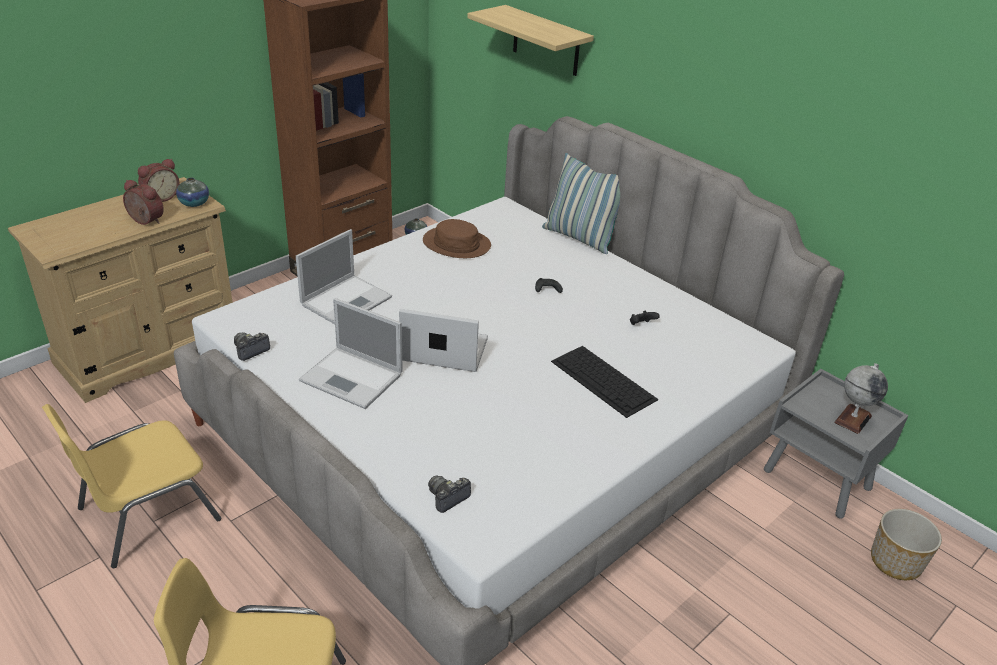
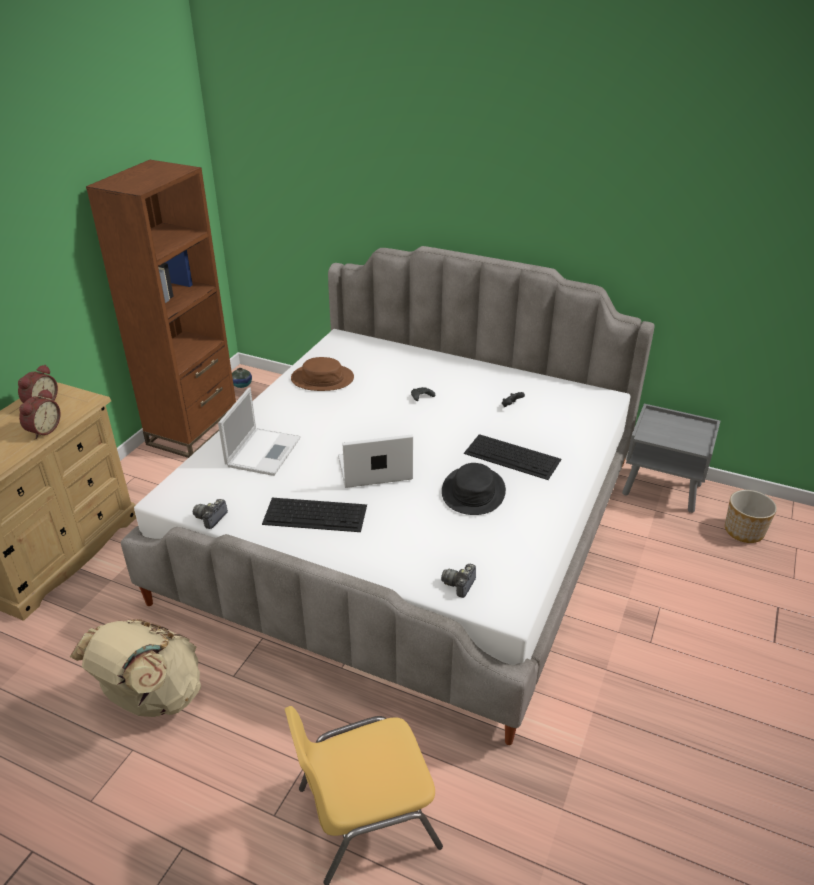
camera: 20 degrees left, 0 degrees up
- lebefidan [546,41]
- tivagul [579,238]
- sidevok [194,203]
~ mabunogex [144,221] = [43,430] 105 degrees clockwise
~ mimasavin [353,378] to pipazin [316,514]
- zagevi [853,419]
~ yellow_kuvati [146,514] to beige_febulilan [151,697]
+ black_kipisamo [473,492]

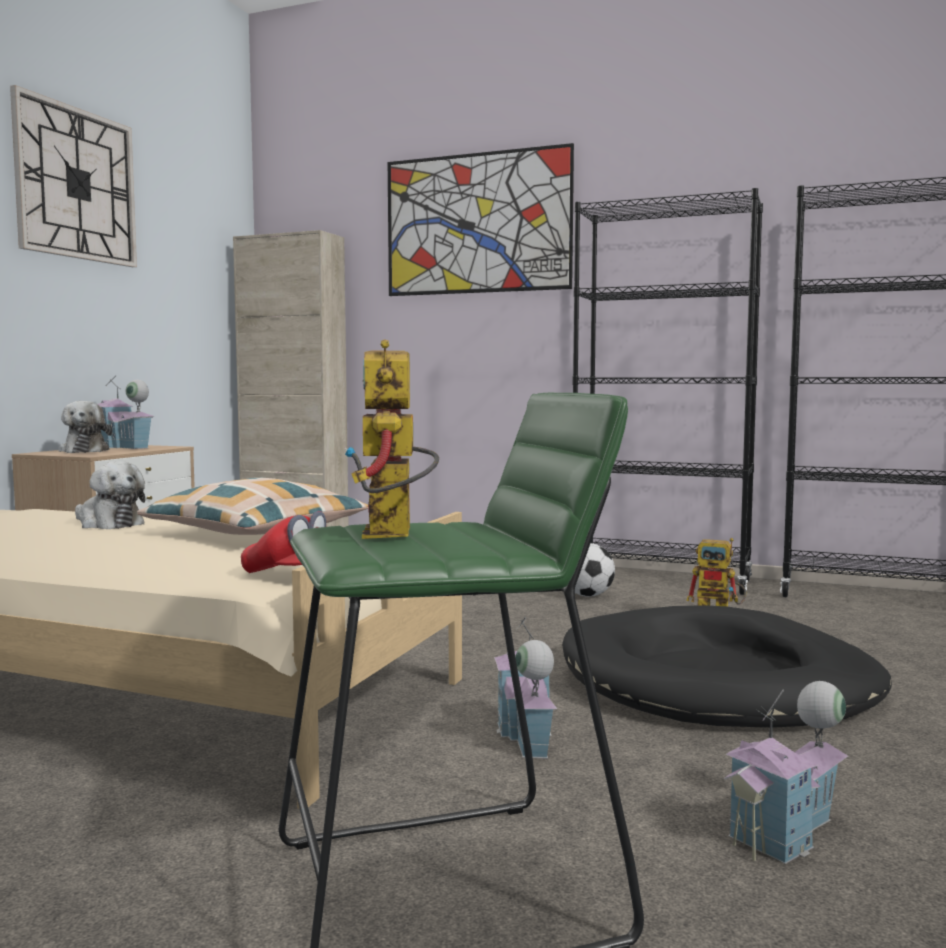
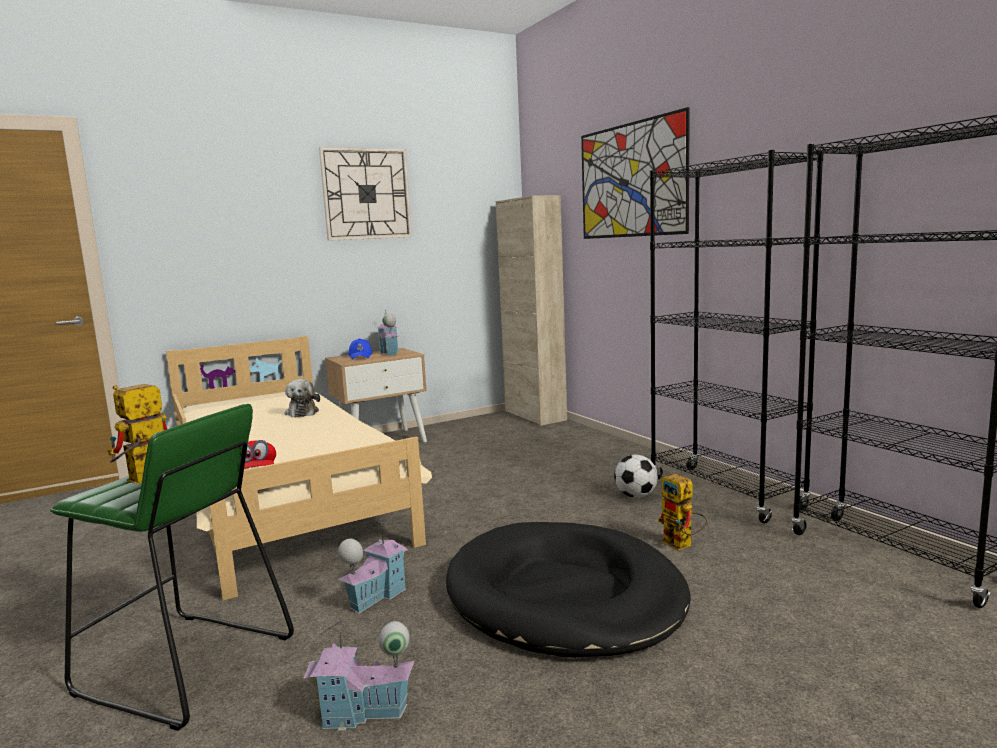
camera: 40 degrees right, 5 degrees up
~ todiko [85,451] to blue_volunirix [361,356]
- tivagul [256,532]

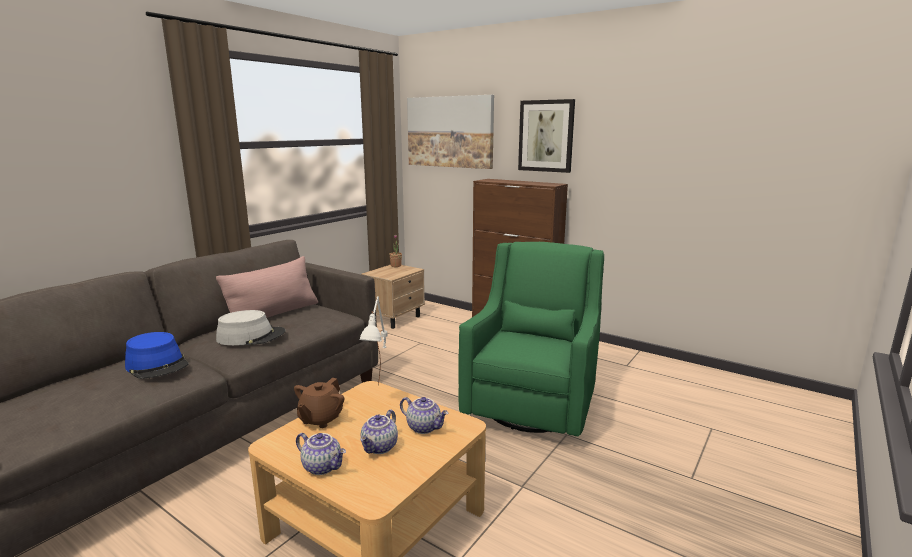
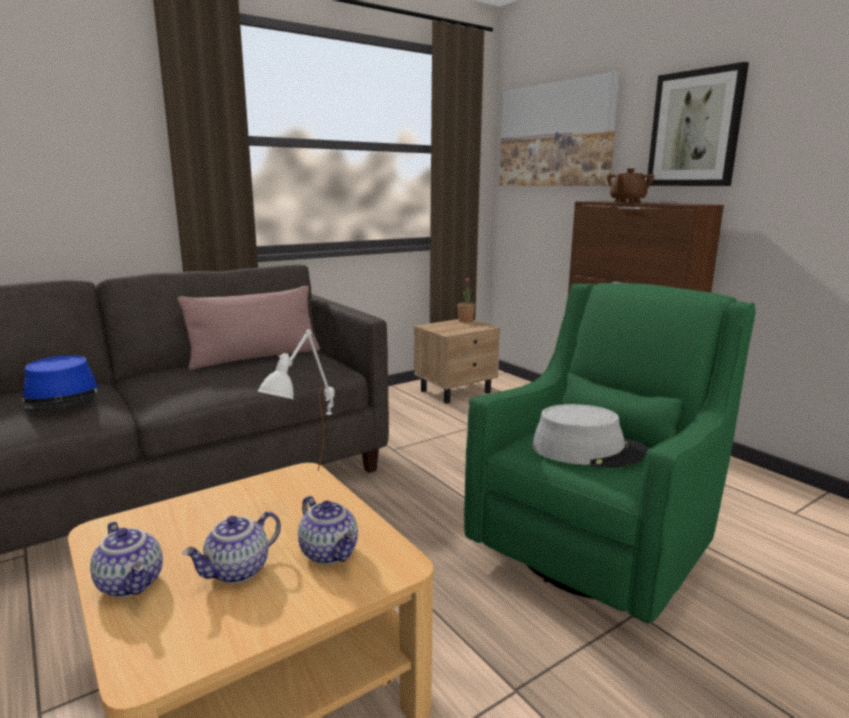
camera: 20 degrees right, 0 degrees up
~ grey_kipisamo [251,336] to [588,450]
~ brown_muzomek [320,419] to [627,202]

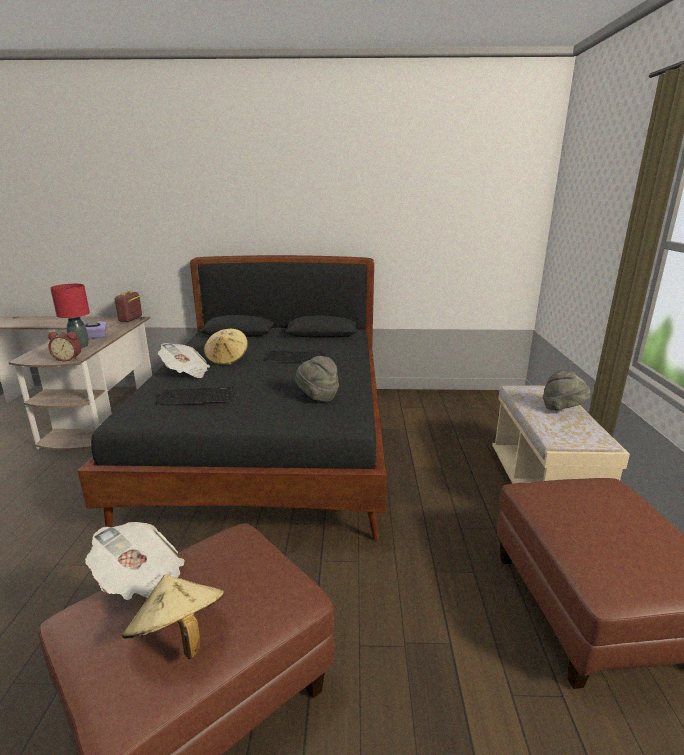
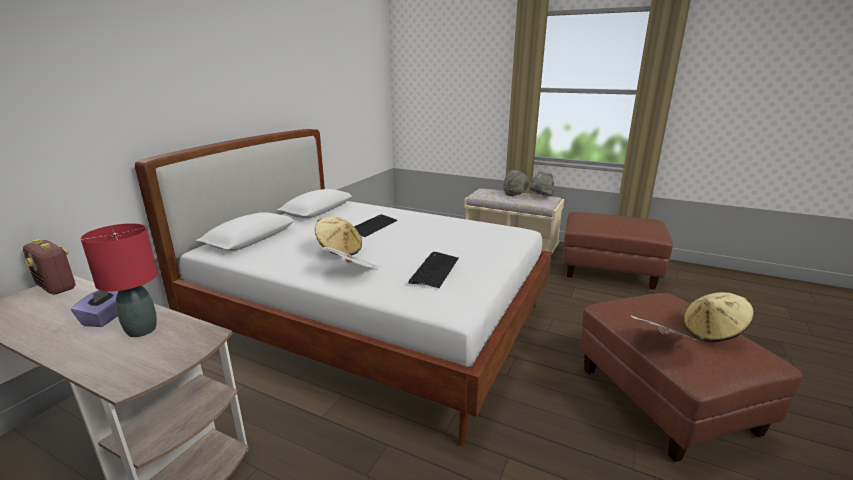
camera: 65 degrees left, 0 degrees up
~ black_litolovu [271,446] to white_litolovu [373,322]
- mabunogex [68,359]
~ grey_kipisamo [317,397] to [540,197]

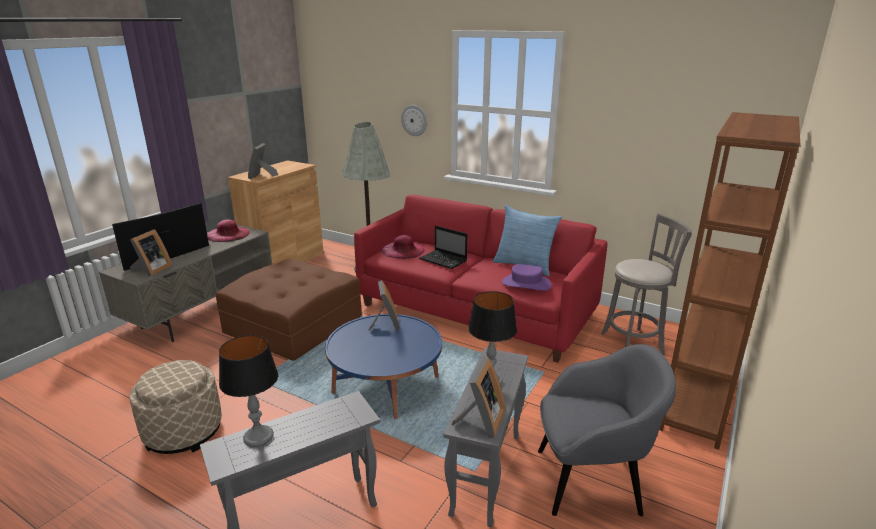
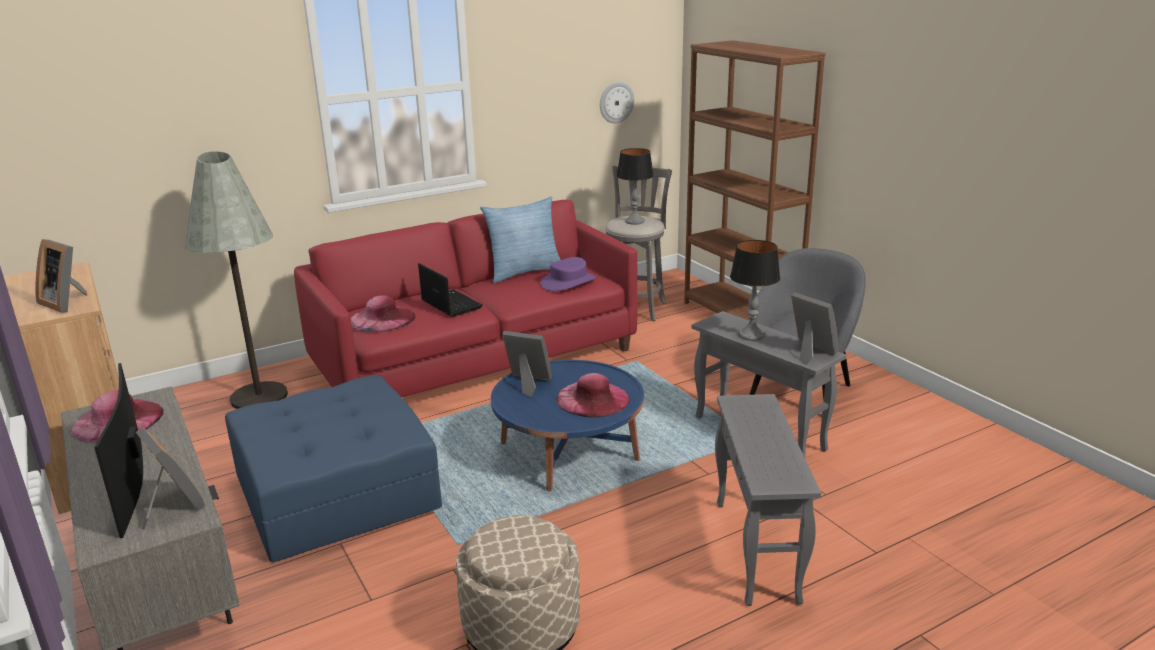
camera: 60 degrees left, 0 degrees up
~ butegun [414,120] to [616,102]
~ mimasavin [444,260] = [450,304] 105 degrees counterclockwise
~ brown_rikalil [294,324] to blue_rikalil [337,490]
~ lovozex [259,437] to [635,221]
+ pink_kipisamo [592,399]

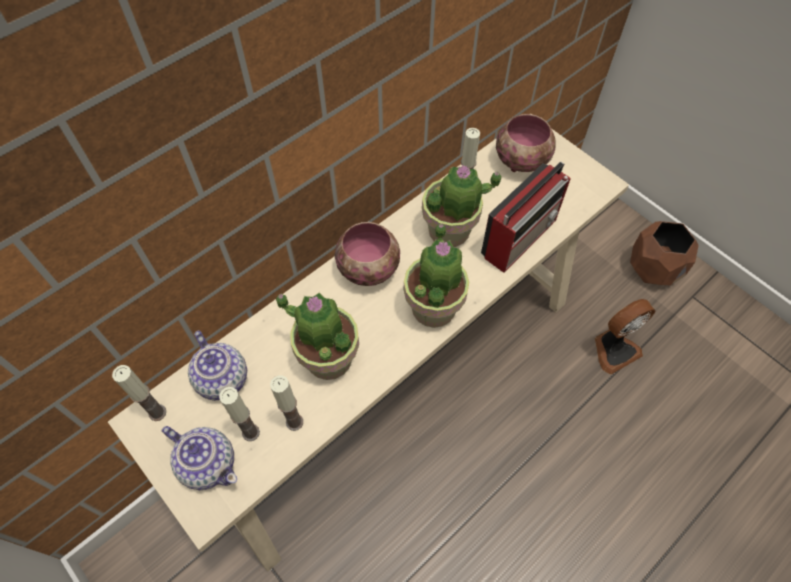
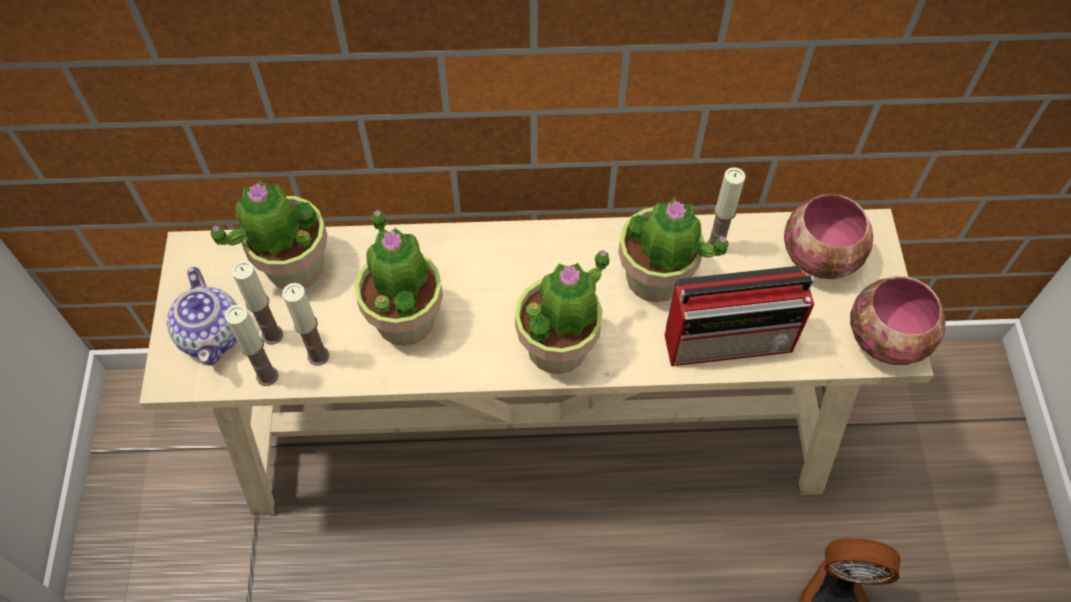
camera: 40 degrees right, 0 degrees up
- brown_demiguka [654,269]
~ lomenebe [369,268] to [888,338]
~ muzomek [223,379] to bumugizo [294,266]
~ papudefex [157,412] to [267,376]

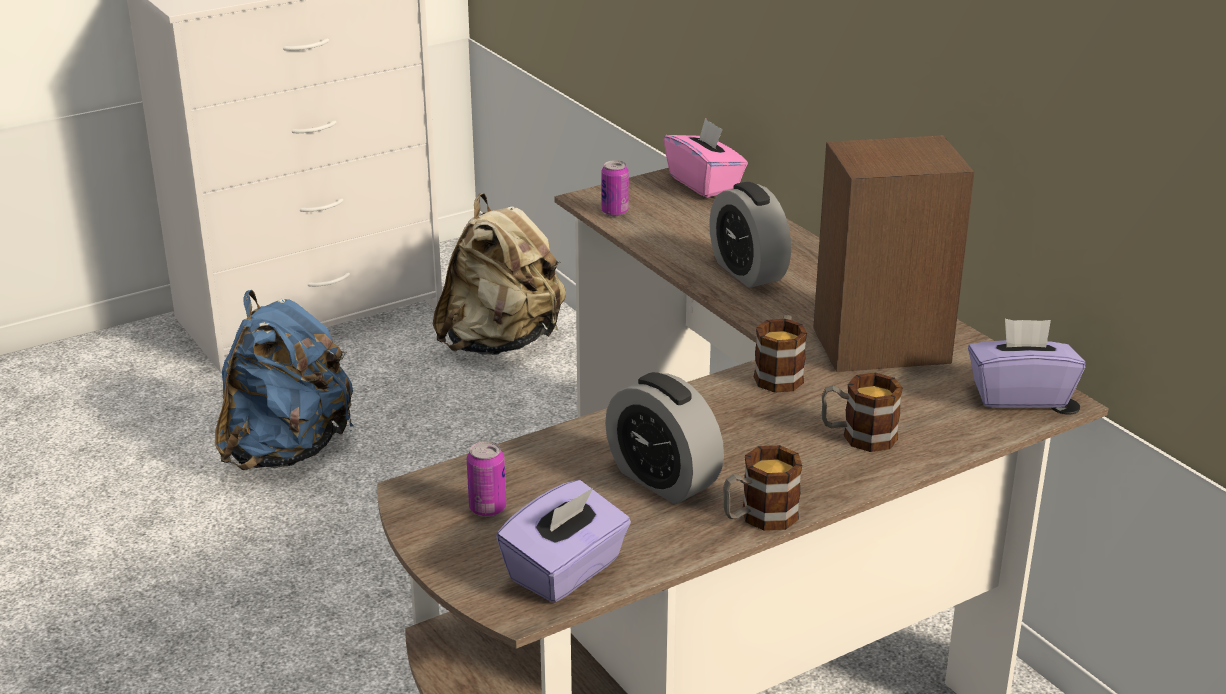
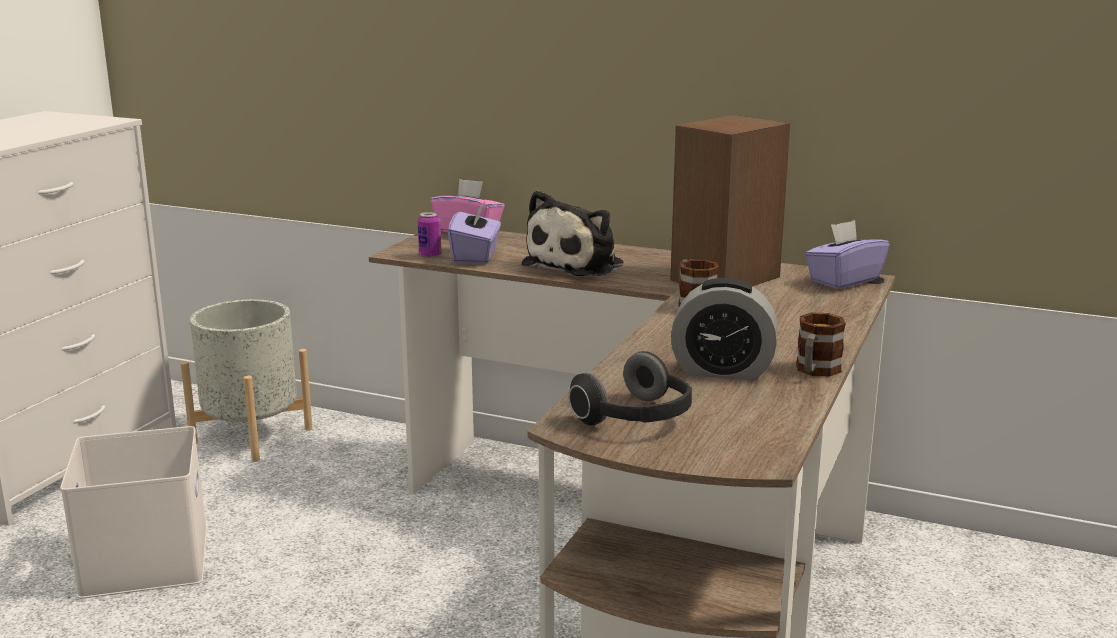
camera: 35 degrees left, 10 degrees down
~ mabunogex [747,271] to todiko [578,264]
~ beige_febulilan [501,343] to grey_demiguka [252,436]
~ blue_febulilan [287,450] to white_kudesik [142,559]
- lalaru [858,436]
~ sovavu [487,508] to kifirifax [637,419]
~ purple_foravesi [566,571] to [476,256]

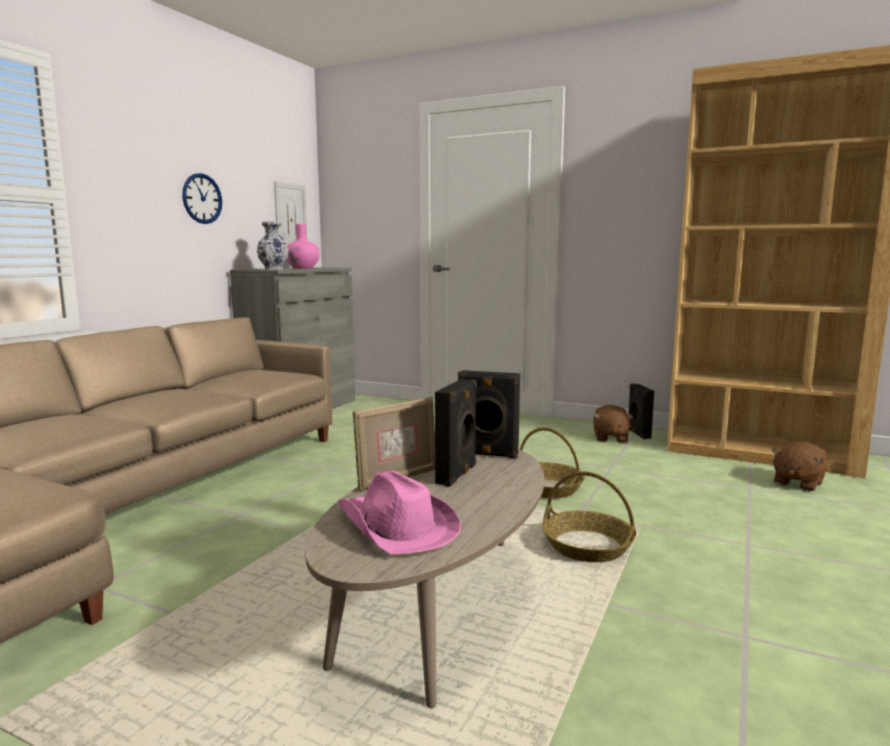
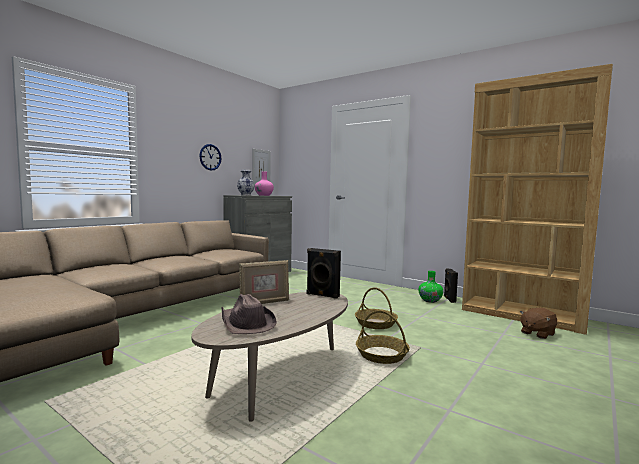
camera: 10 degrees right, 5 degrees down
- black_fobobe [458,475]
~ brown_todiko [610,438] to green_sidevok [430,300]
~ pink_kipisamo [395,526] to brown_kipisamo [246,323]

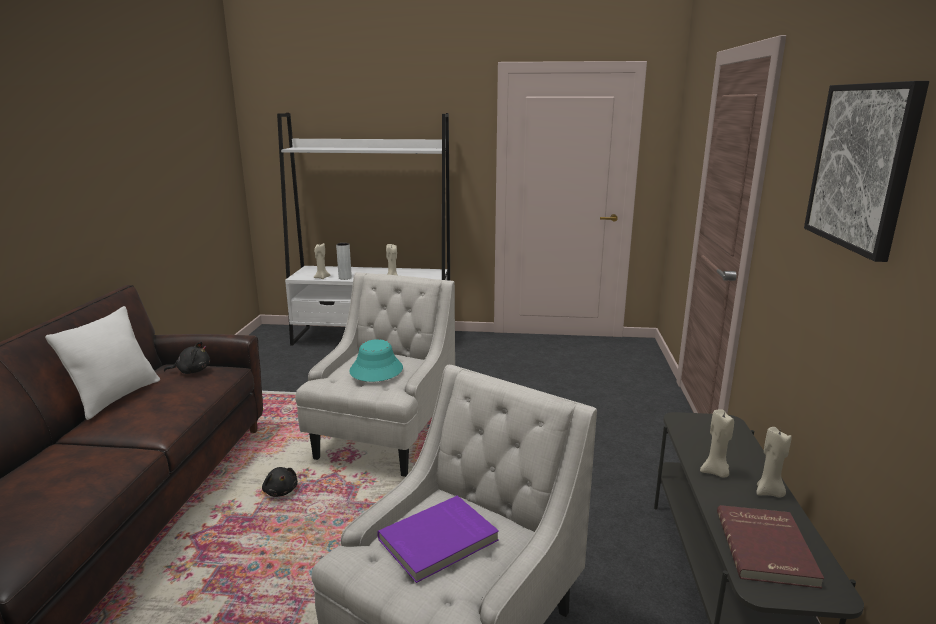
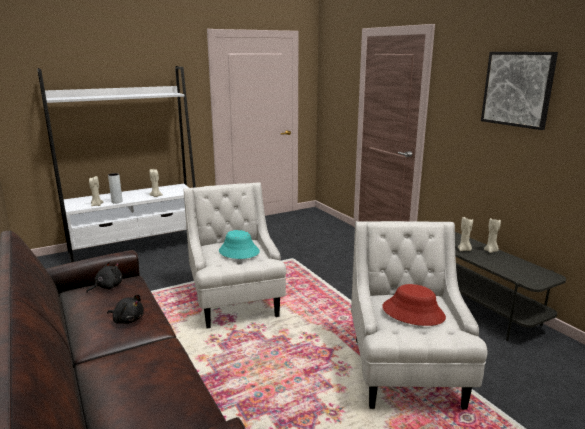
camera: 35 degrees left, 0 degrees up
- white_tivagul [116,397]
~ black_todiko [281,491] to [127,320]
~ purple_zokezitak [439,541] to red_kipisamo [413,312]
- red_zokezitak [767,548]

